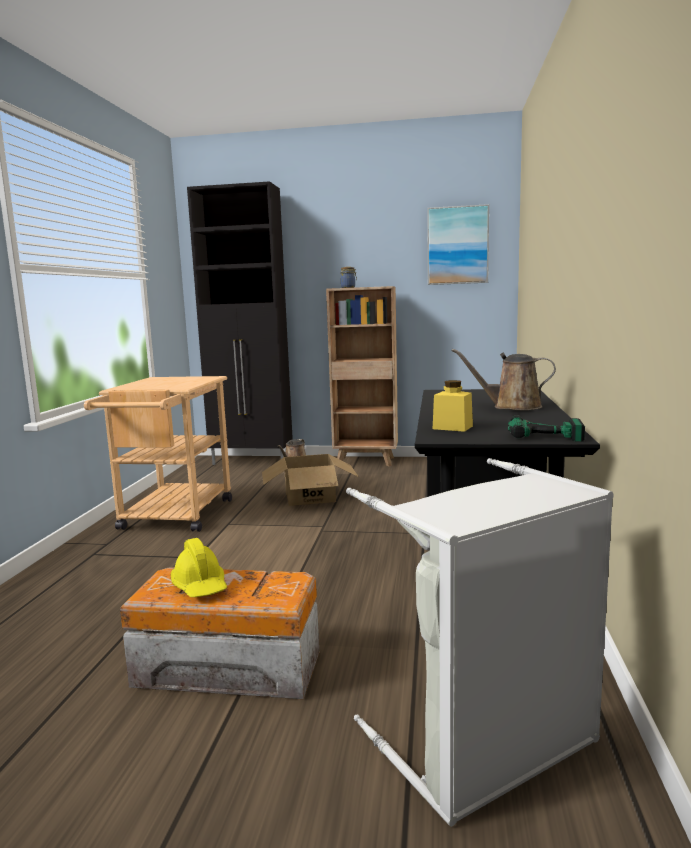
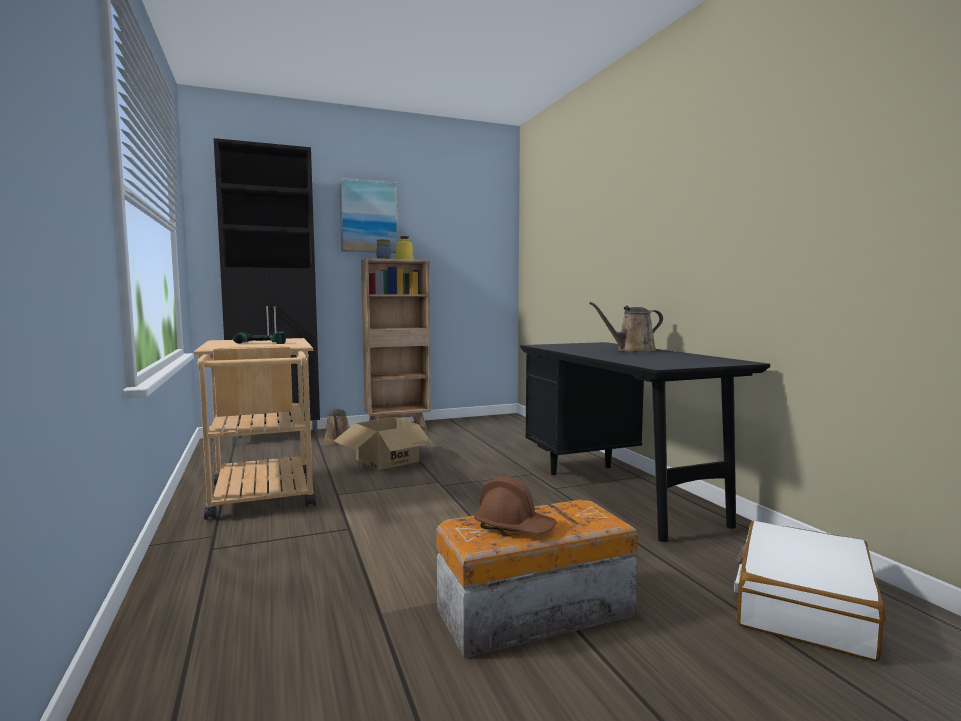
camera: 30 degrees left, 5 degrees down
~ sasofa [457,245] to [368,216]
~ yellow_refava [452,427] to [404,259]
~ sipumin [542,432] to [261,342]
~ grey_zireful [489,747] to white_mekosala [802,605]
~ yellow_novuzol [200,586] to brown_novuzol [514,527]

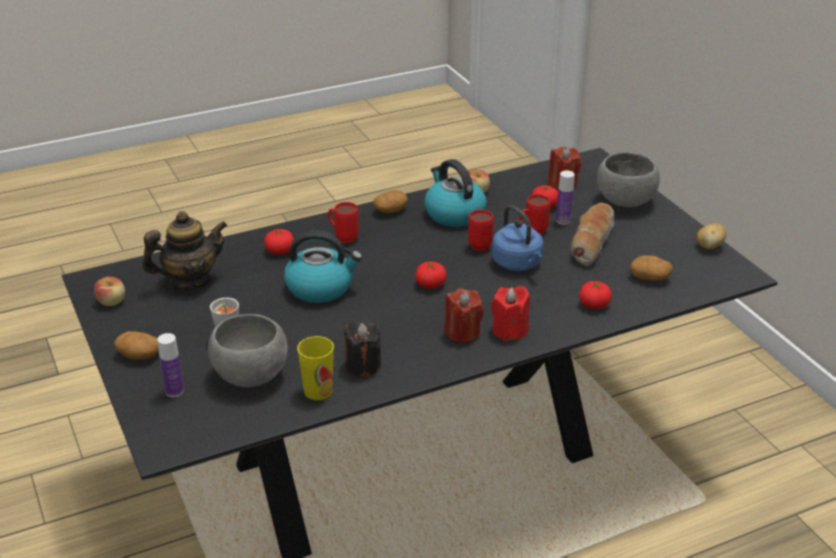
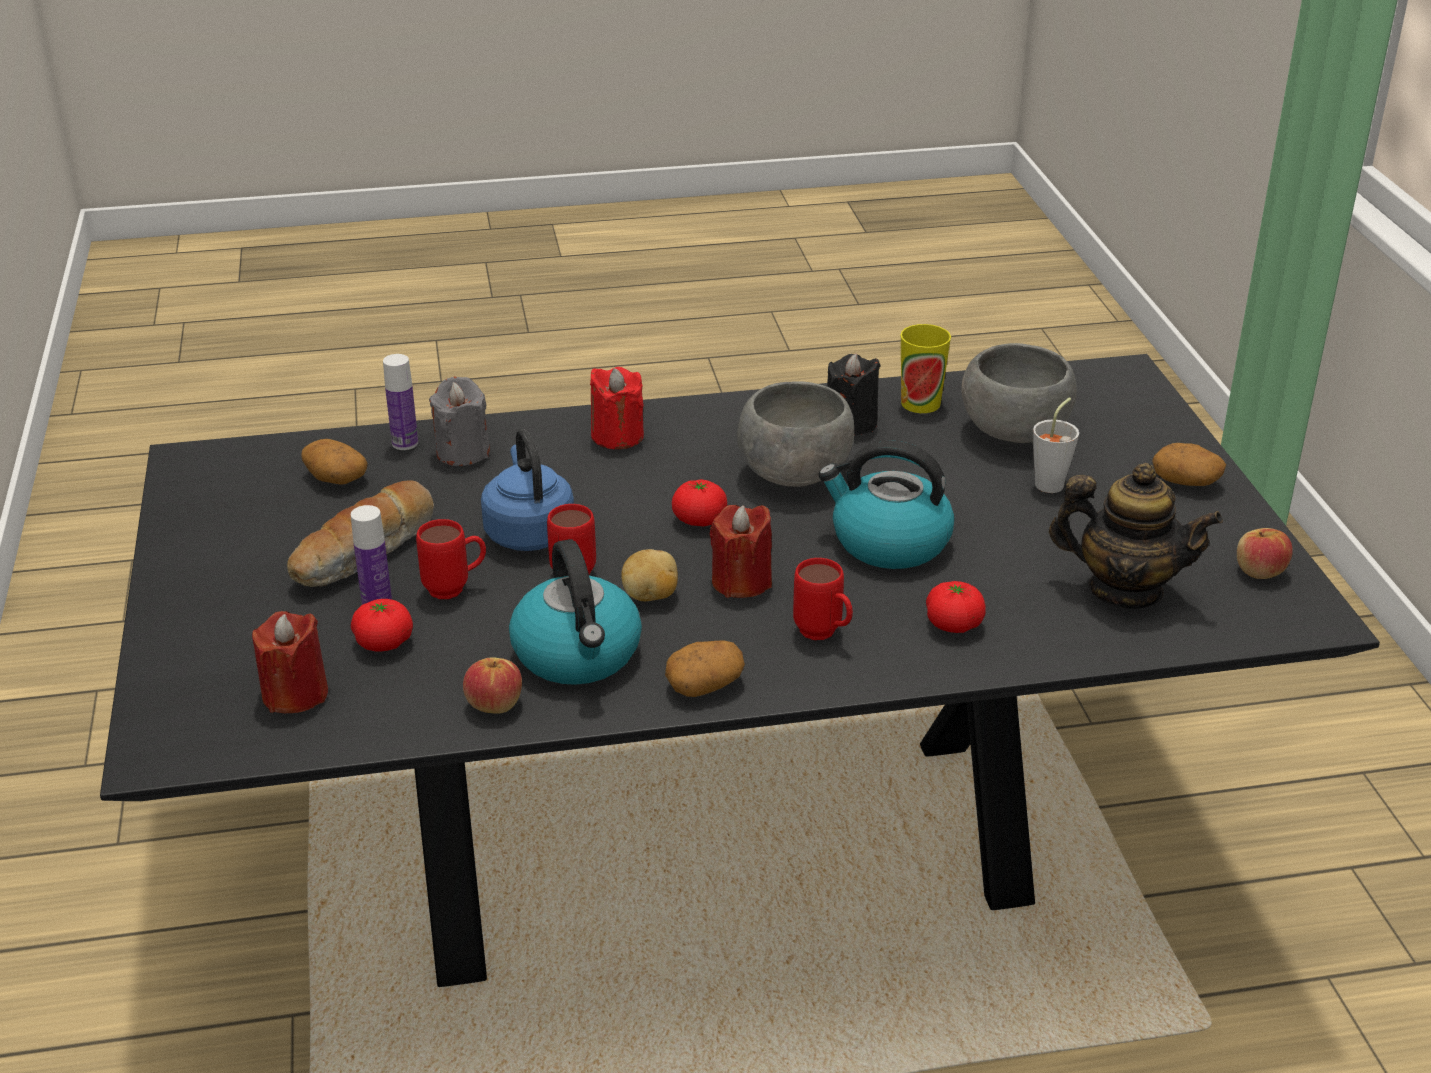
camera: 165 degrees left, 0 degrees up
~ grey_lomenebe [625,201] to [795,474]
~ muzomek [190,280] = [1125,590] 150 degrees counterclockwise
~ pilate [709,246] to [650,596]
~ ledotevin [594,304] to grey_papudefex [462,452]
~ red_papudefex [462,332] to [741,581]
~ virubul [174,391] to [405,443]

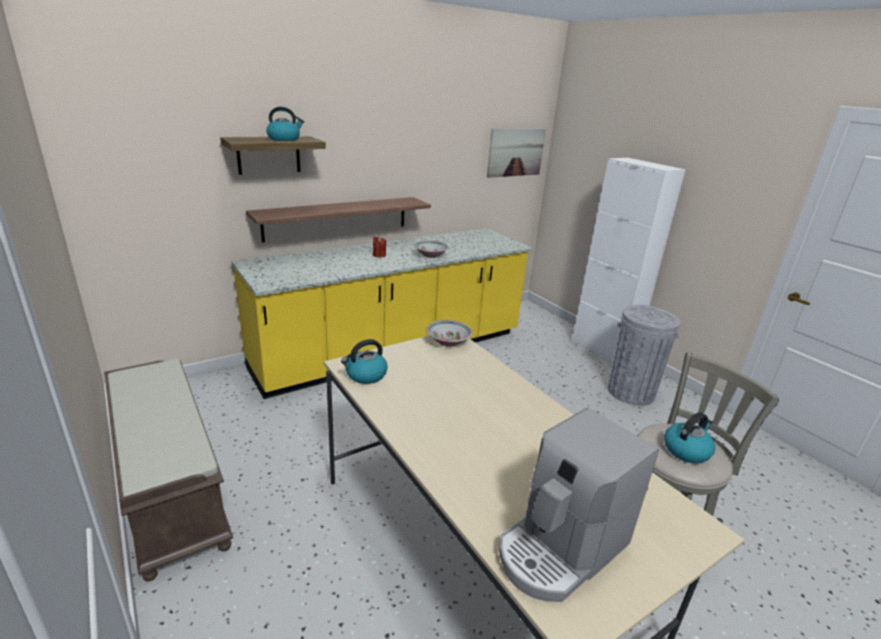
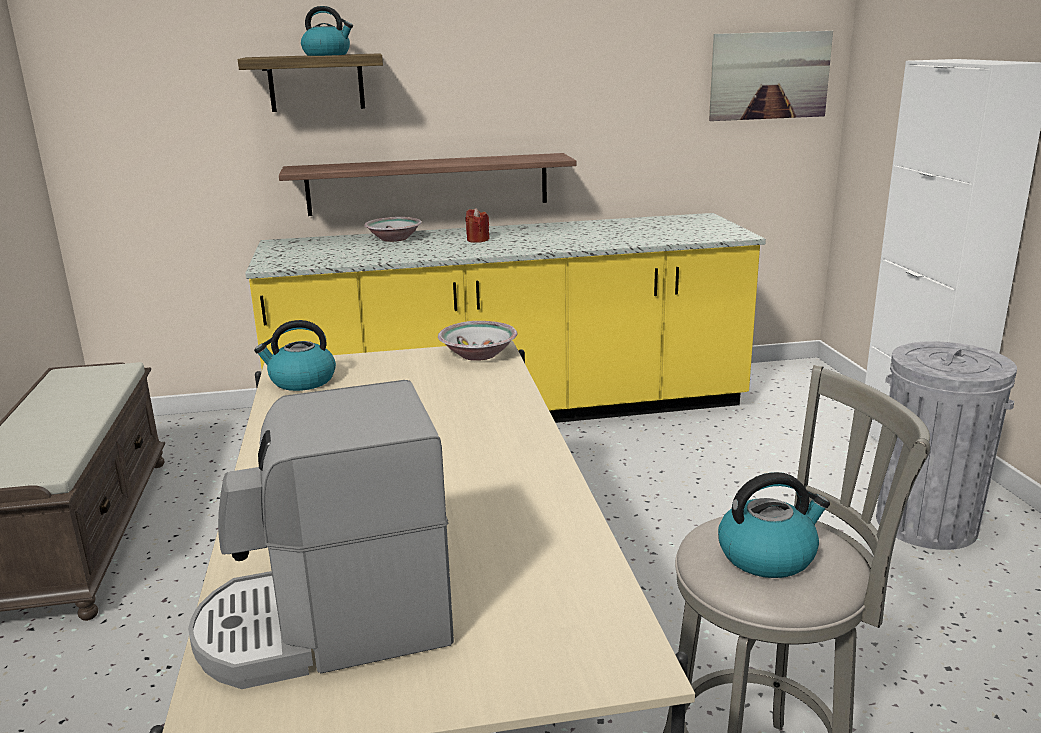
camera: 25 degrees right, 5 degrees down
~ lomenebe [430,255] to [394,238]

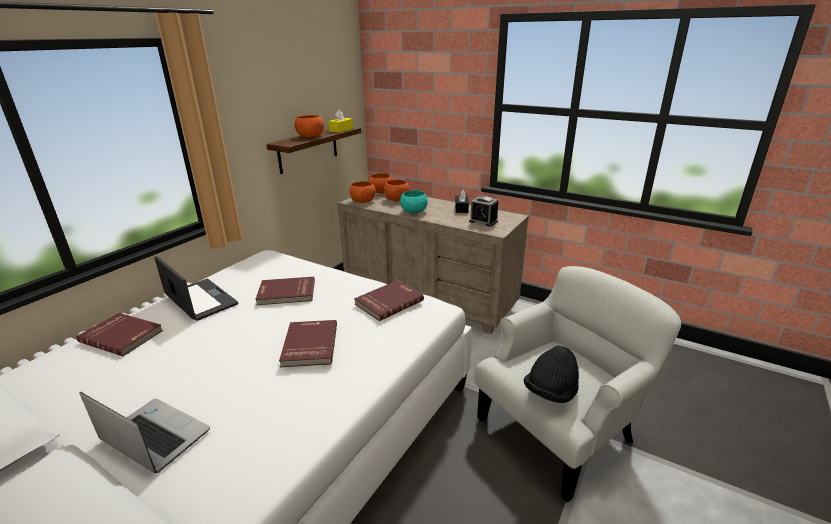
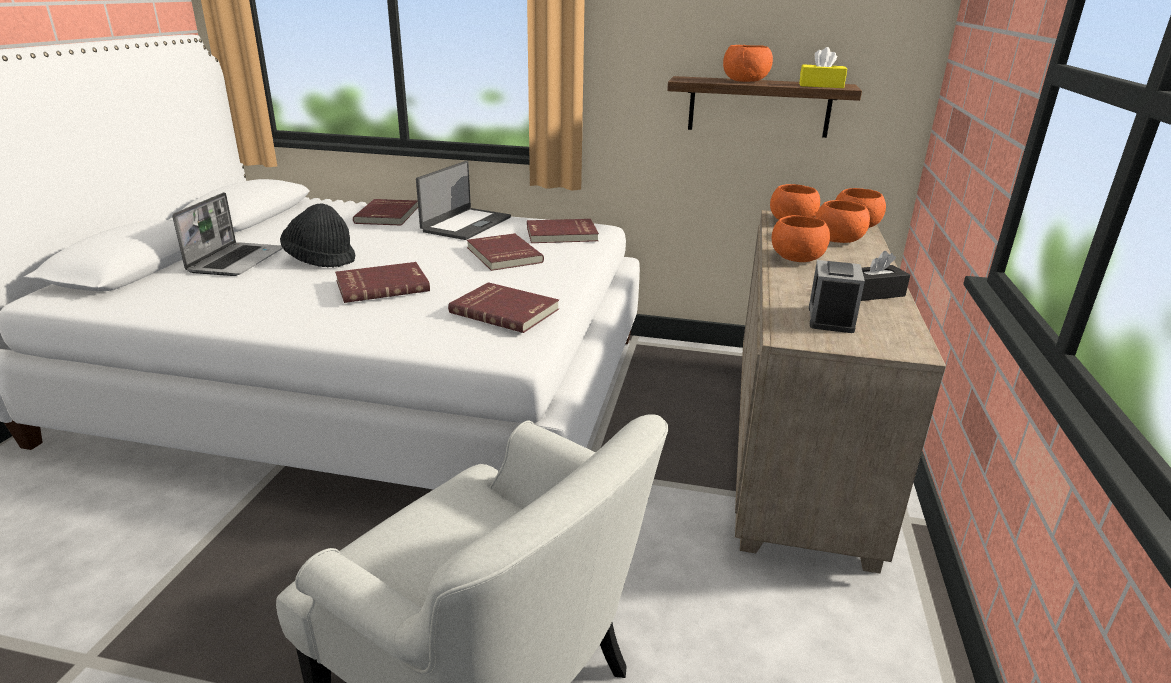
camera: 70 degrees right, 0 degrees up
~ turquoise_lomenebe [414,211] to orange_lomenebe [797,258]
~ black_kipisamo [550,392] to [320,259]
+ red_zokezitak [562,234]

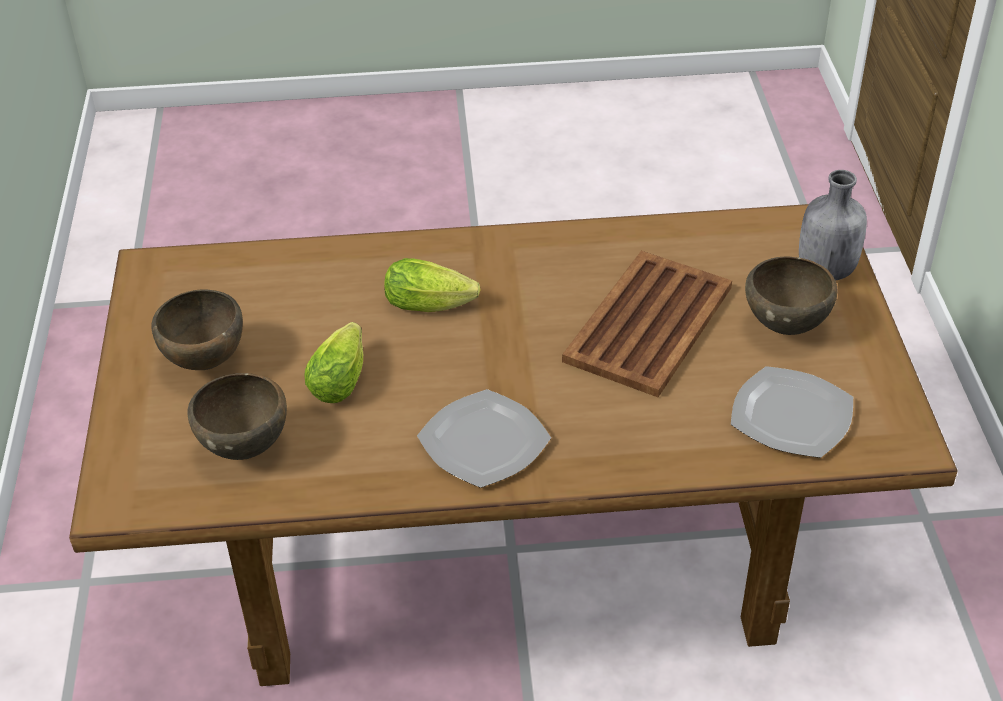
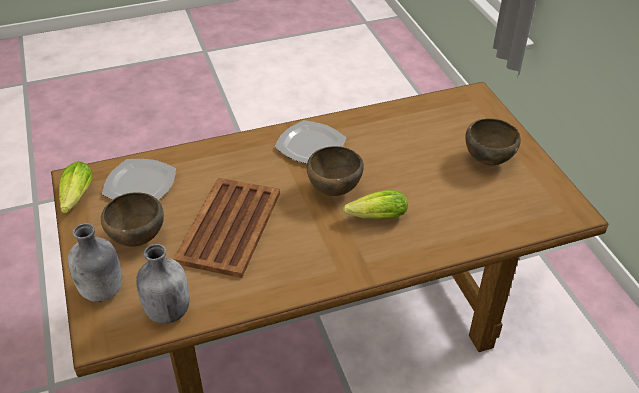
camera: 165 degrees right, 0 degrees up
~ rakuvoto [341,376] to [76,200]
~ brown_lomenebe [246,447] to [334,191]
+ grey_virubul [167,311]

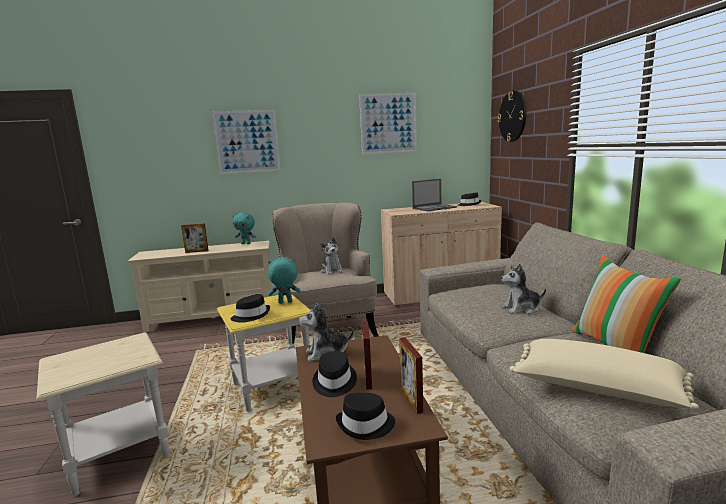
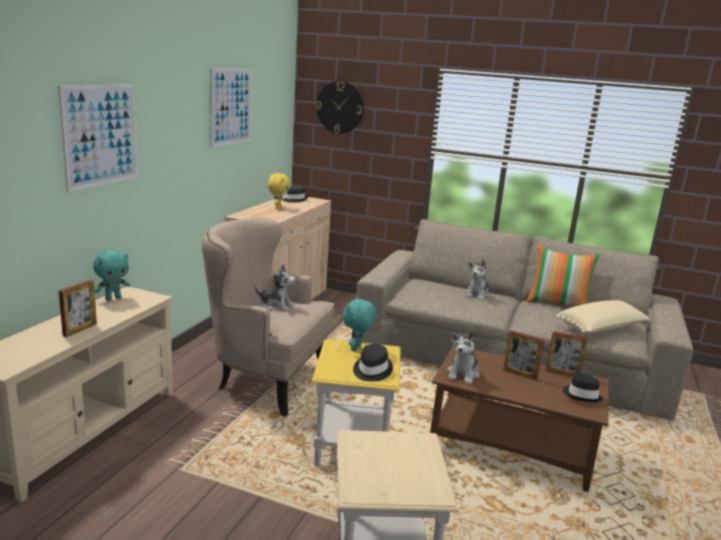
camera: 60 degrees left, 5 degrees up
~ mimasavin [434,208] to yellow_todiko [277,208]
- black_kipisamo [334,382]

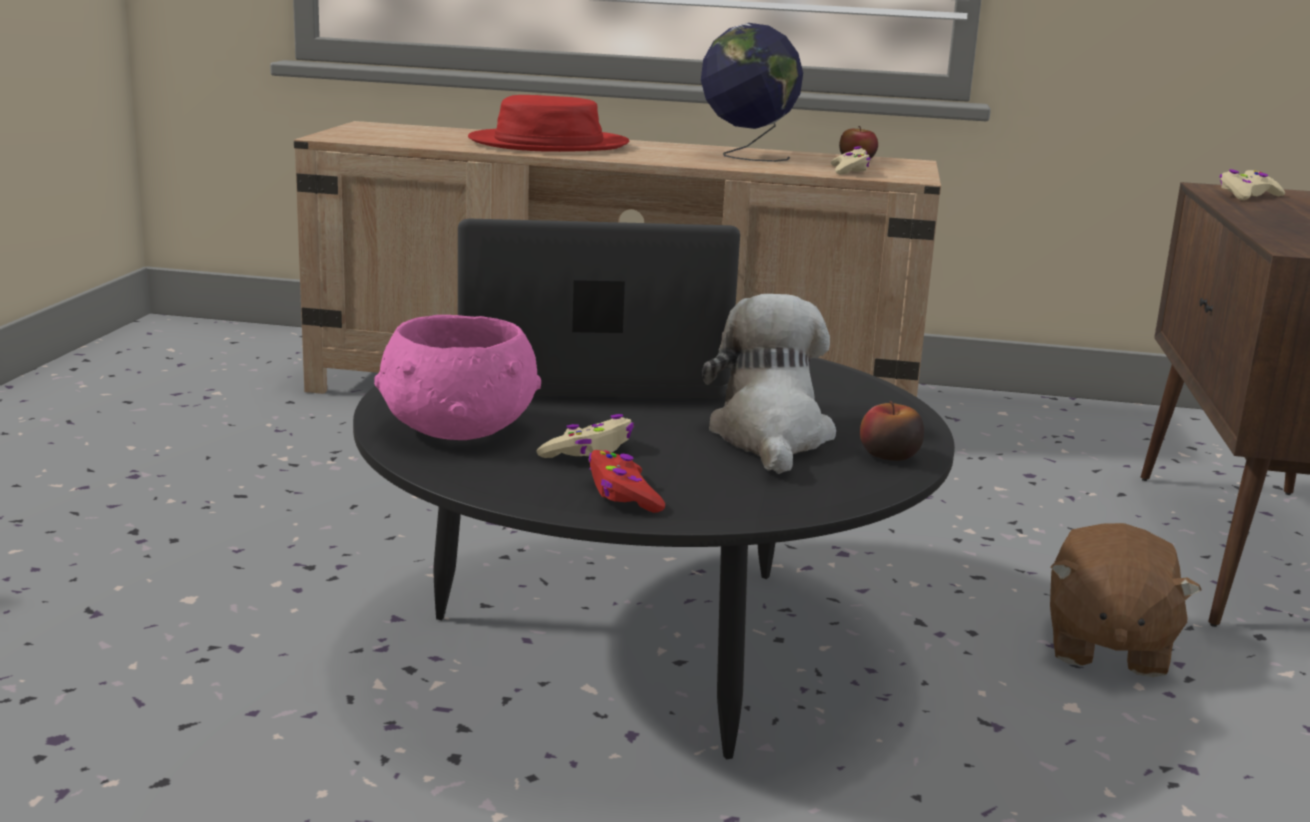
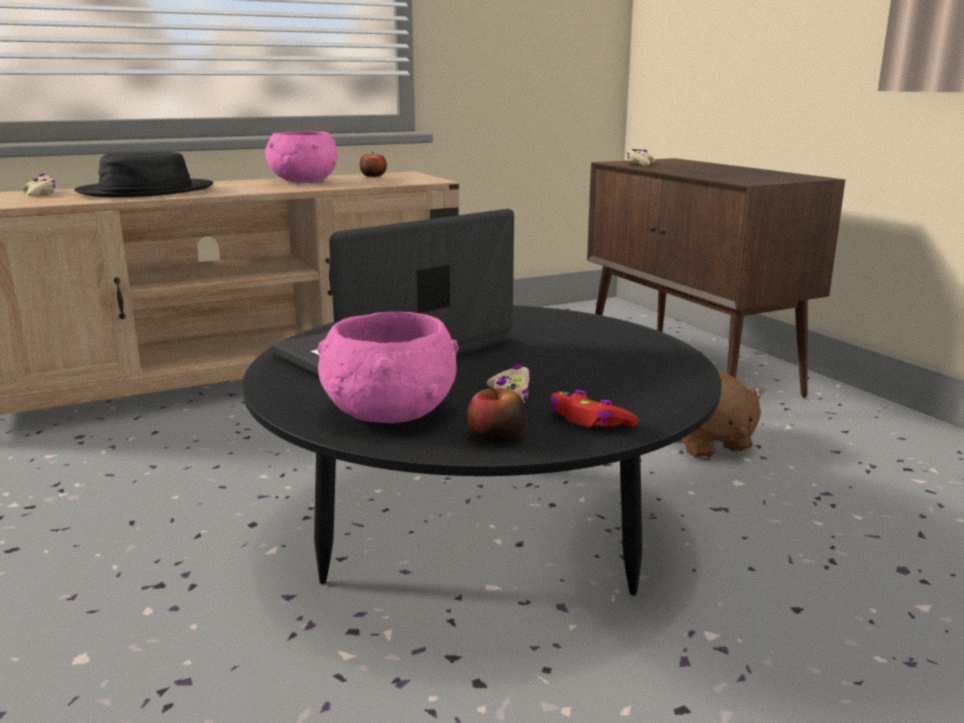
camera: 35 degrees left, 0 degrees up
~ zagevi [746,156] to pink_lomenebe [303,181]
~ red_kipisamo [548,144] to black_kipisamo [146,191]
~ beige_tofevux [850,170] to [40,193]
- todiko [770,438]
~ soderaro [889,455] to [496,437]

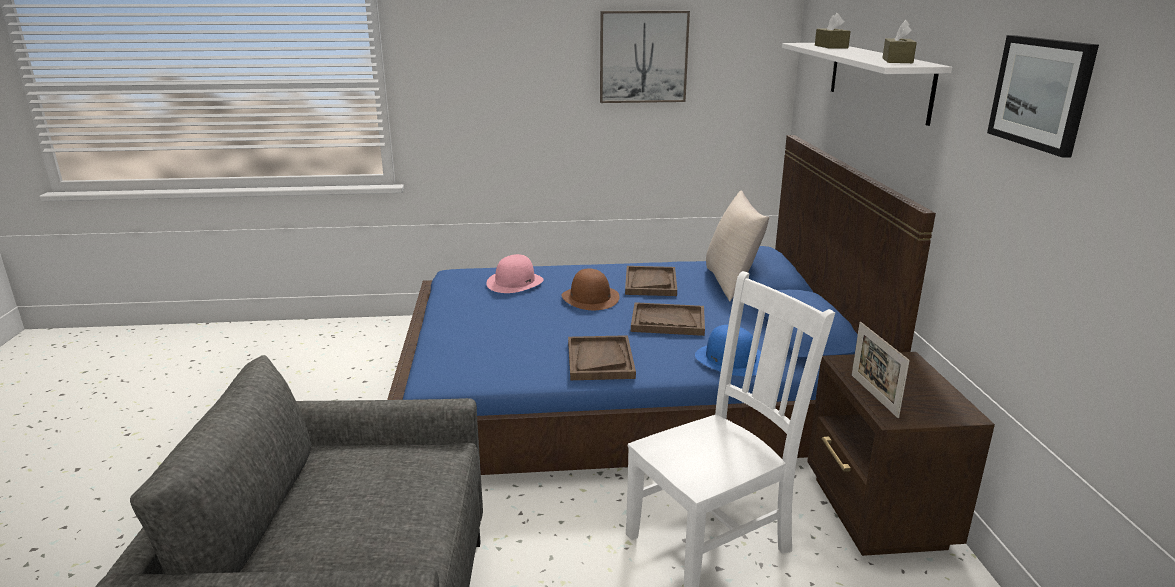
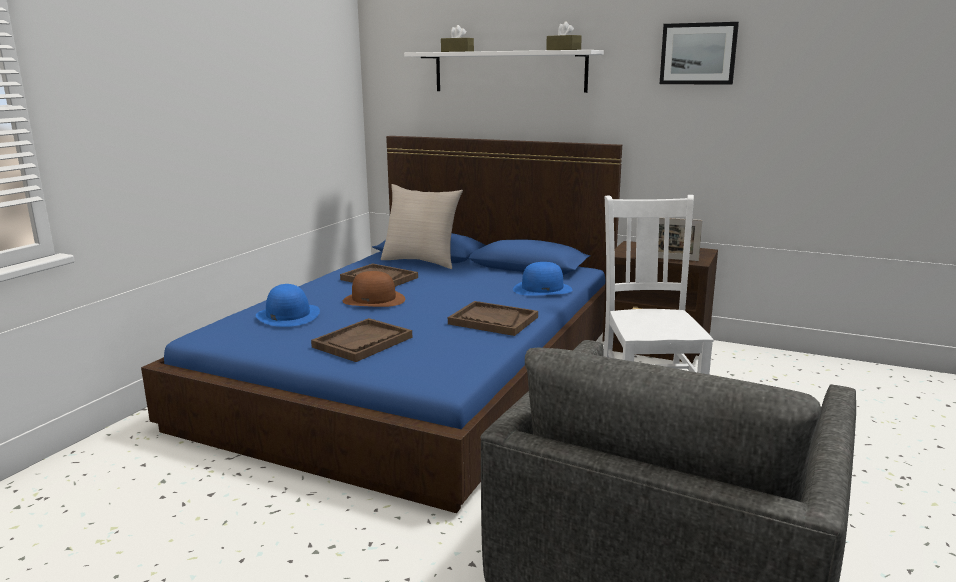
camera: 60 degrees left, 5 degrees down
- sasofa [643,57]
~ pink_kipisamo [515,282] to blue_kipisamo [288,315]
~ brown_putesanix [667,321] to [362,342]

